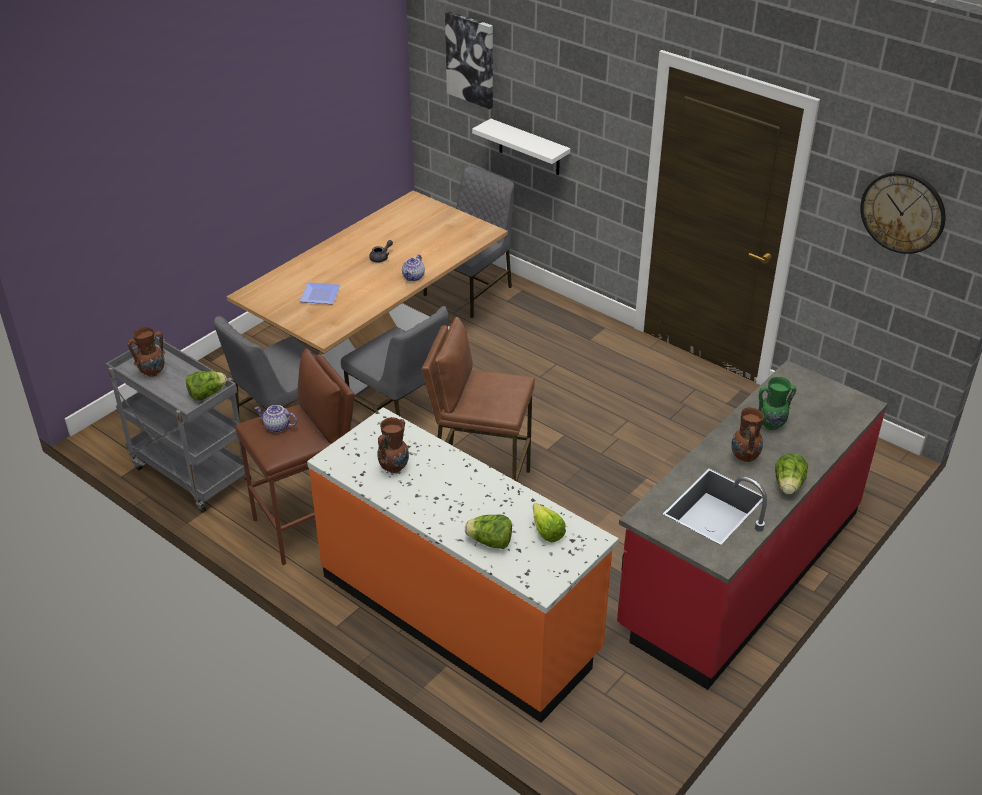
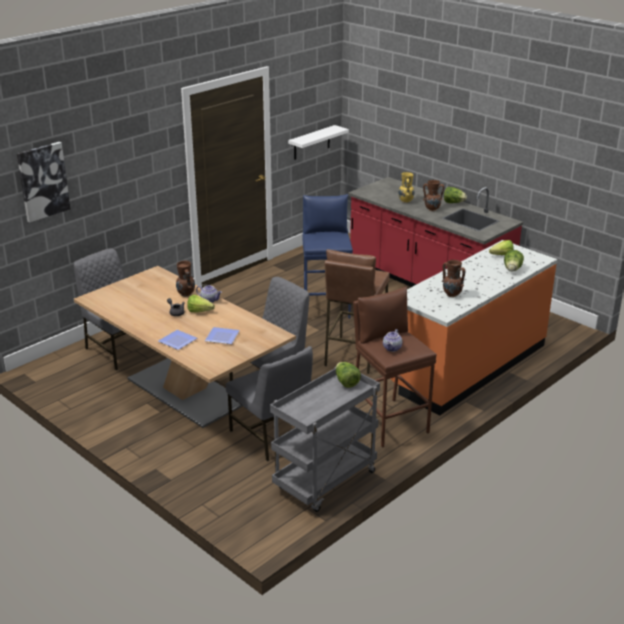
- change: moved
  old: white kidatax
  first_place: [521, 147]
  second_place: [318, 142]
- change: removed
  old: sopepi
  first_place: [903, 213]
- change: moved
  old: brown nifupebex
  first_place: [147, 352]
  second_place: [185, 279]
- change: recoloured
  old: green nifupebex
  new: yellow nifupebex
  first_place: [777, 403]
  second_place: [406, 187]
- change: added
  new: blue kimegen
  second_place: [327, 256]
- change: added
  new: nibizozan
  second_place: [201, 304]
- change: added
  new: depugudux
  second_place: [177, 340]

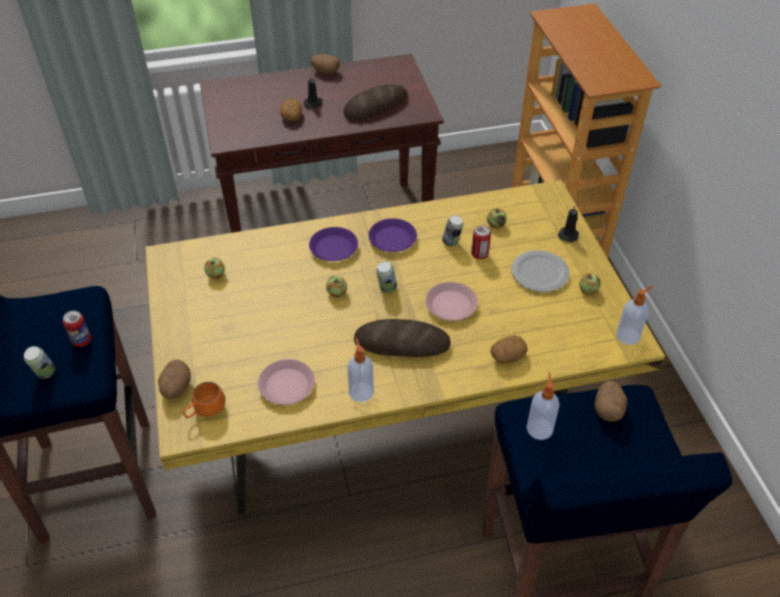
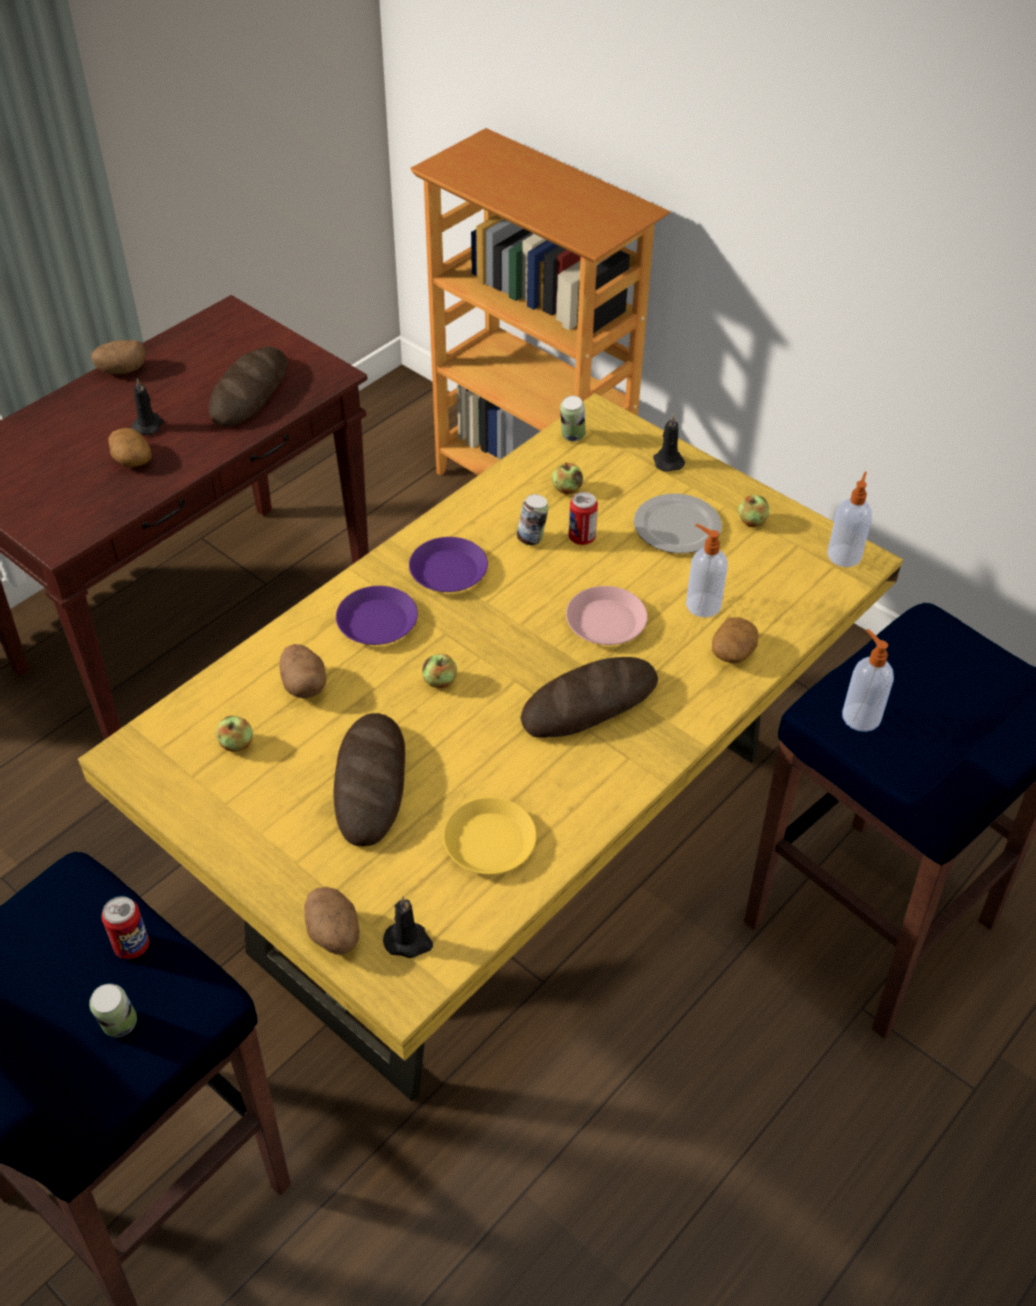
- change: moved
  old: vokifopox
  first_place: [386, 277]
  second_place: [573, 419]
- change: moved
  old: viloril
  first_place: [360, 369]
  second_place: [707, 571]
- change: recoloured
  old: pink depugudux
  new: yellow depugudux
  first_place: [286, 382]
  second_place: [490, 836]
- change: moved
  old: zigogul
  first_place: [611, 401]
  second_place: [302, 671]
- change: replaced
  old: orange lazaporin
  new: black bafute
  first_place: [204, 400]
  second_place: [408, 927]
- change: added
  new: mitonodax
  second_place: [369, 780]

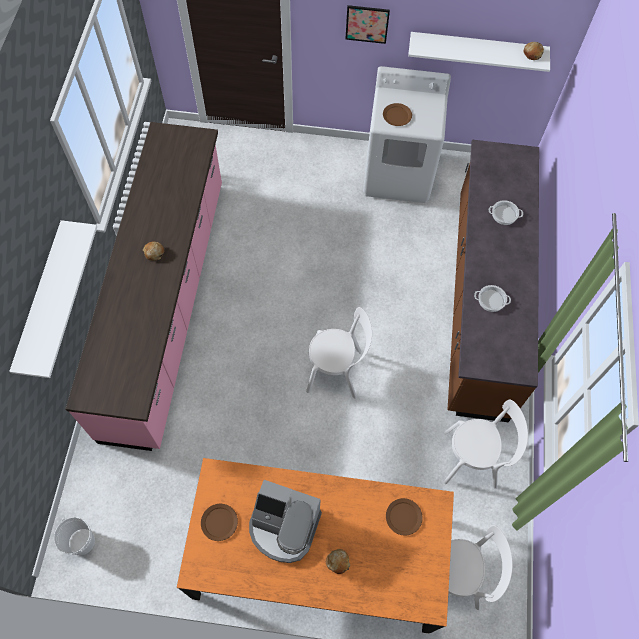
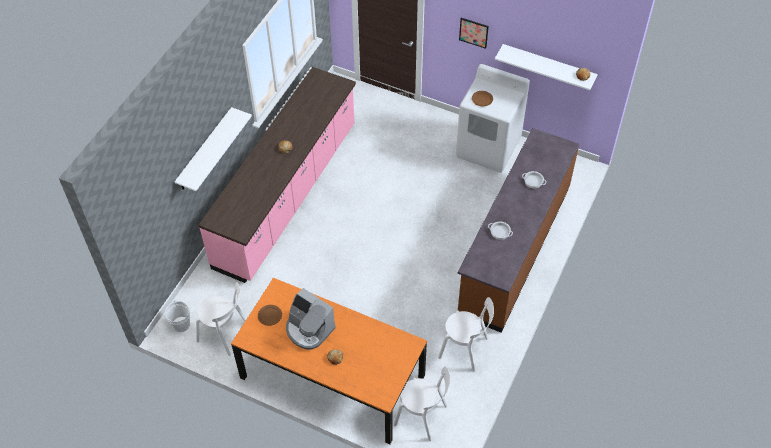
- change: moved
  old: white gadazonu
  first_place: [339, 353]
  second_place: [221, 319]
- change: removed
  old: brown depugudux
  first_place: [404, 517]

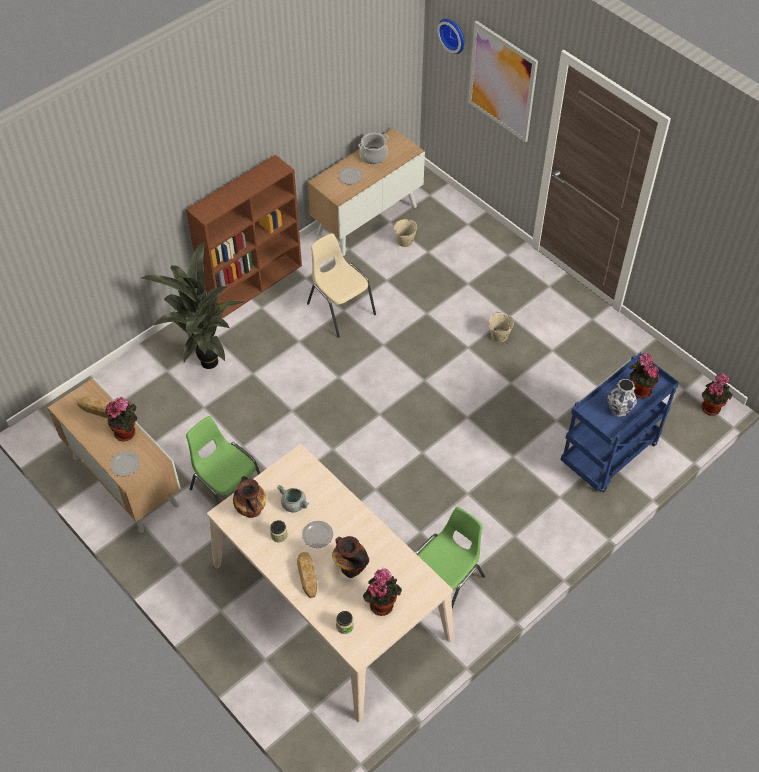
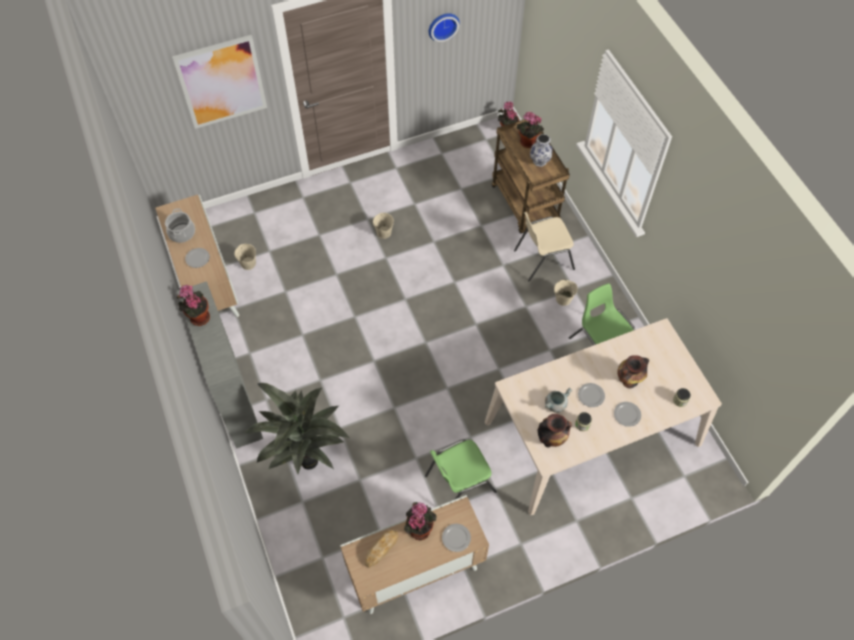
- change: moved
  old: sopepi
  first_place: [450, 36]
  second_place: [444, 27]
- change: recoloured
  old: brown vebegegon
  new: grey vebegegon
  first_place: [244, 237]
  second_place: [220, 365]
- change: moved
  old: beige gadazonu
  first_place: [341, 285]
  second_place: [544, 246]
- change: recoloured
  old: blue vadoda
  new: brown vadoda
  first_place: [619, 422]
  second_place: [531, 176]
- change: replaced
  old: mitonodax
  new: depugudux
  first_place: [307, 575]
  second_place: [627, 414]
- change: moved
  old: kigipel
  first_place: [382, 592]
  second_place: [193, 305]
- change: added
  new: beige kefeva
  second_place: [566, 293]

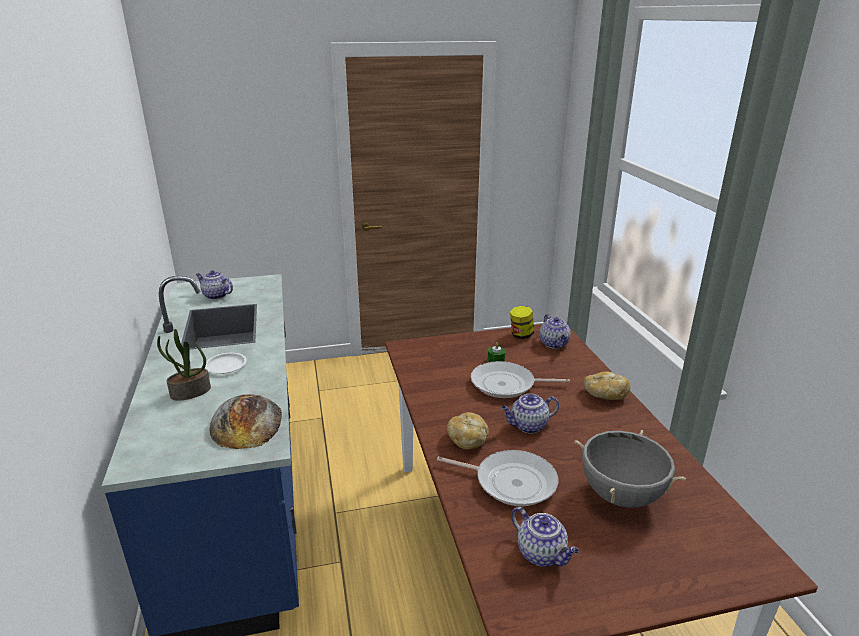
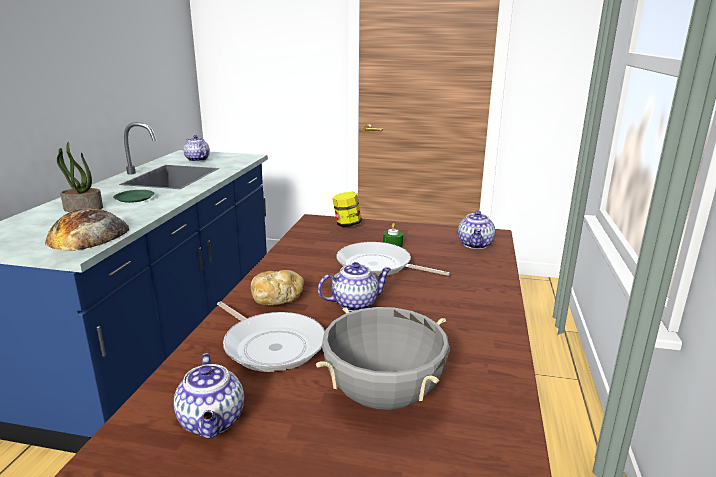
- change: moved
  old: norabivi
  first_place: [522, 322]
  second_place: [347, 209]
- change: recoloured
  old: white depugudux
  new: green depugudux
  first_place: [226, 363]
  second_place: [134, 196]
- change: removed
  old: mitonodax
  first_place: [607, 386]
- change: turned
  old: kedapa
  first_place: [530, 414]
  second_place: [354, 286]
  degrees: 150

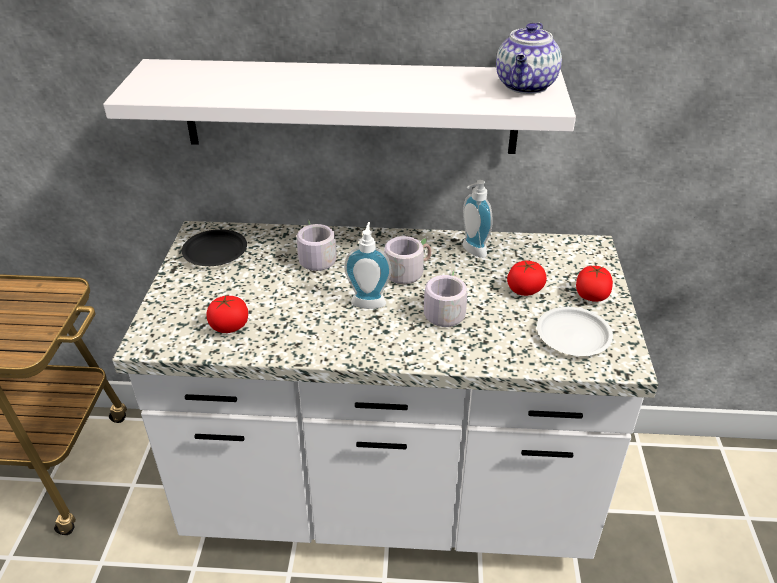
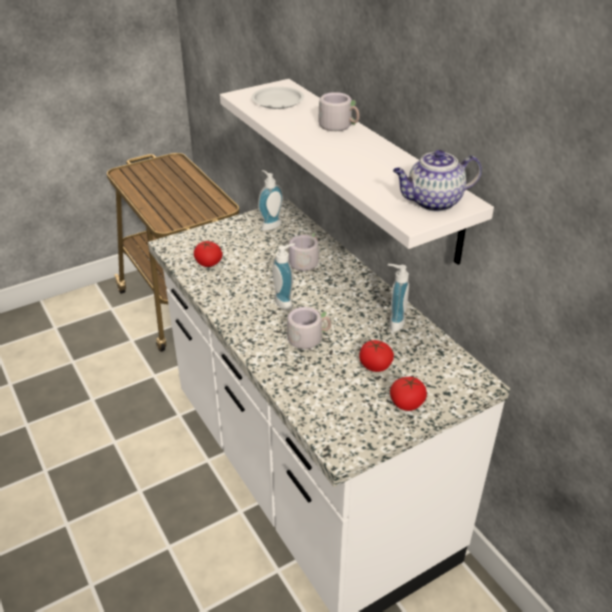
- change: replaced
  old: black depugudux
  new: viloril
  first_place: [214, 247]
  second_place: [270, 200]
- change: moved
  old: grey lazaporin
  first_place: [407, 260]
  second_place: [339, 111]
- change: moved
  old: white depugudux
  first_place: [575, 331]
  second_place: [278, 98]

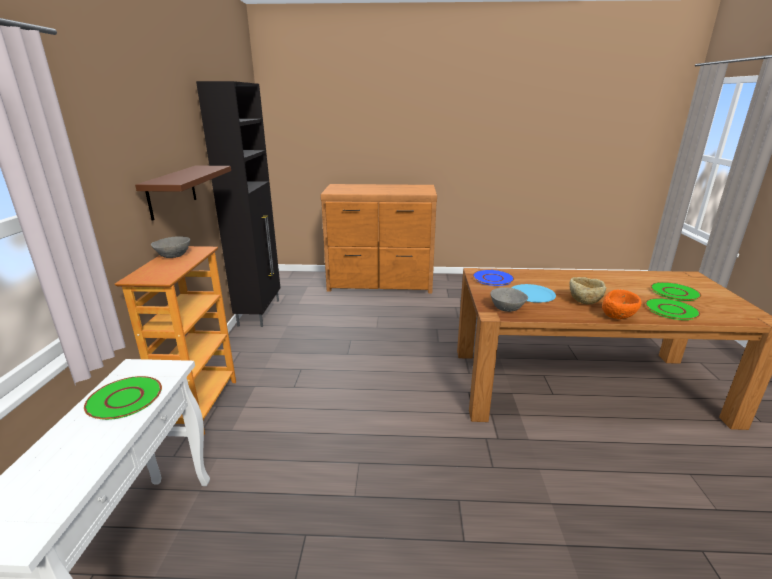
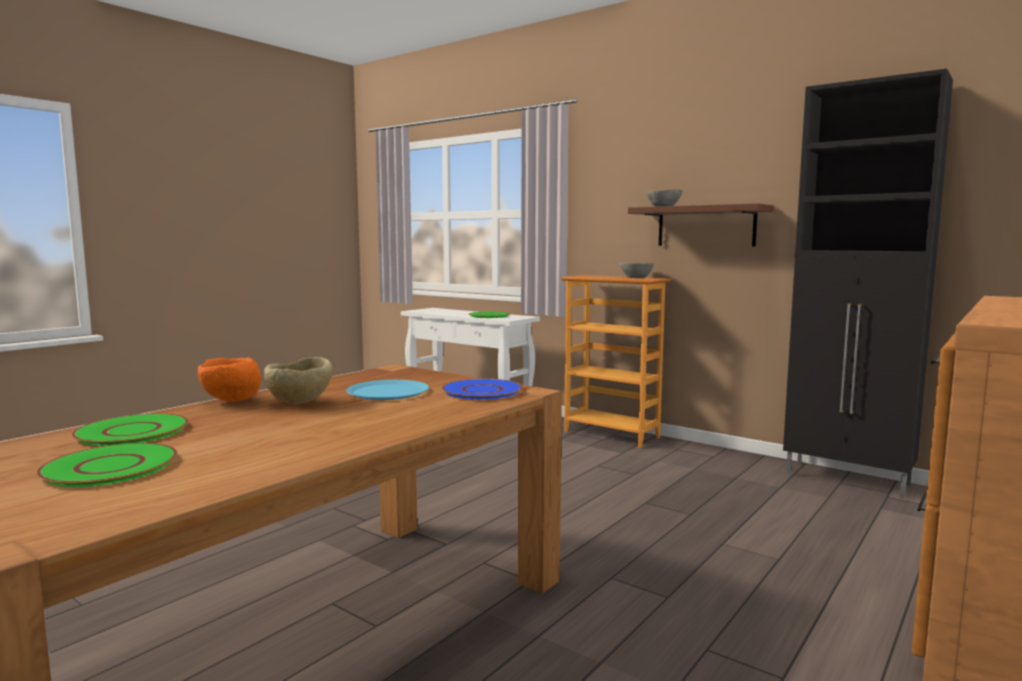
- change: moved
  old: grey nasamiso
  first_place: [509, 299]
  second_place: [664, 198]

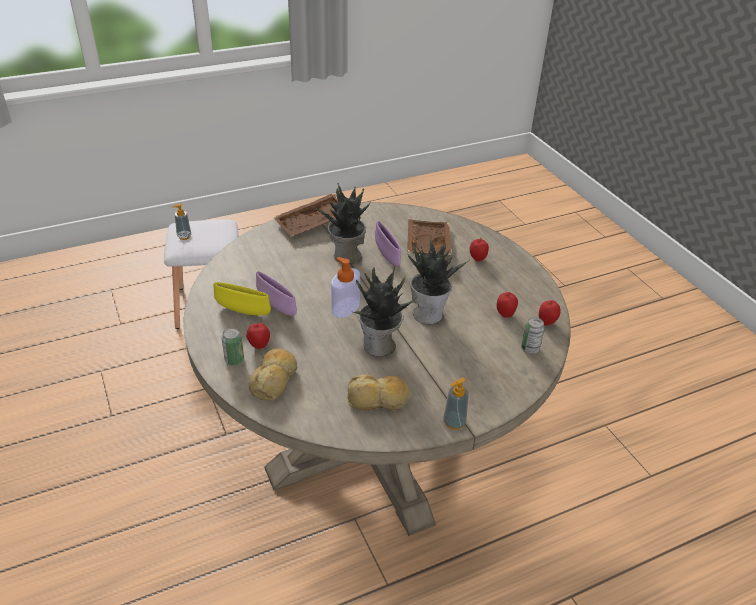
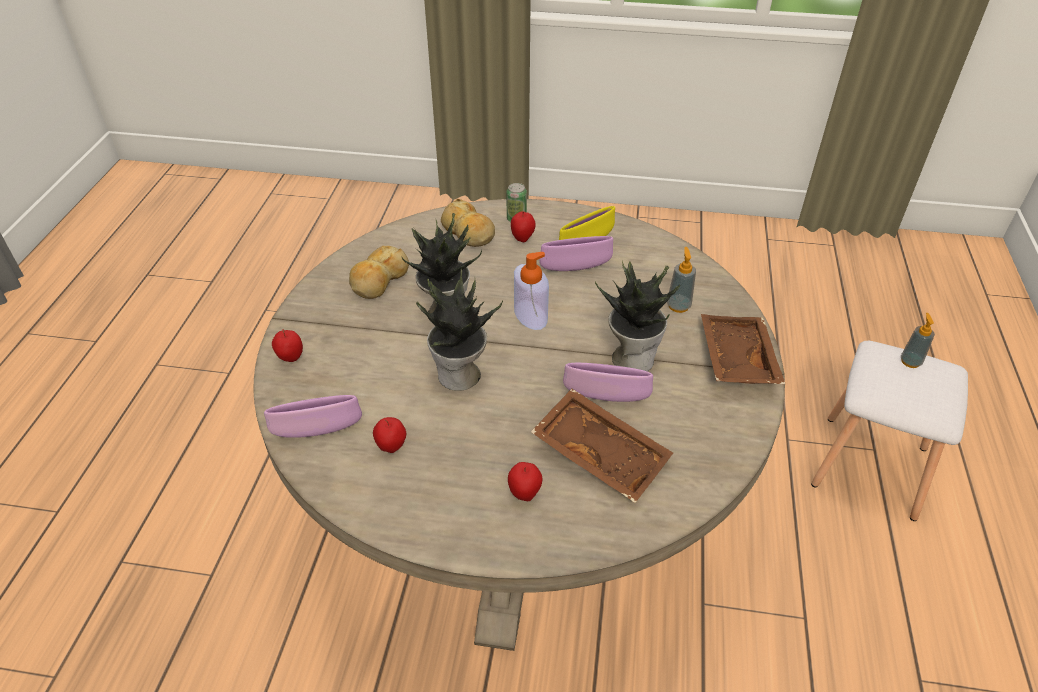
- change: moved
  old: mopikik
  first_place: [550, 313]
  second_place: [287, 345]
- change: replaced
  old: vokifopox
  new: purple nasamiso
  first_place: [533, 335]
  second_place: [313, 416]
- change: moved
  old: viloril
  first_place: [456, 403]
  second_place: [681, 280]

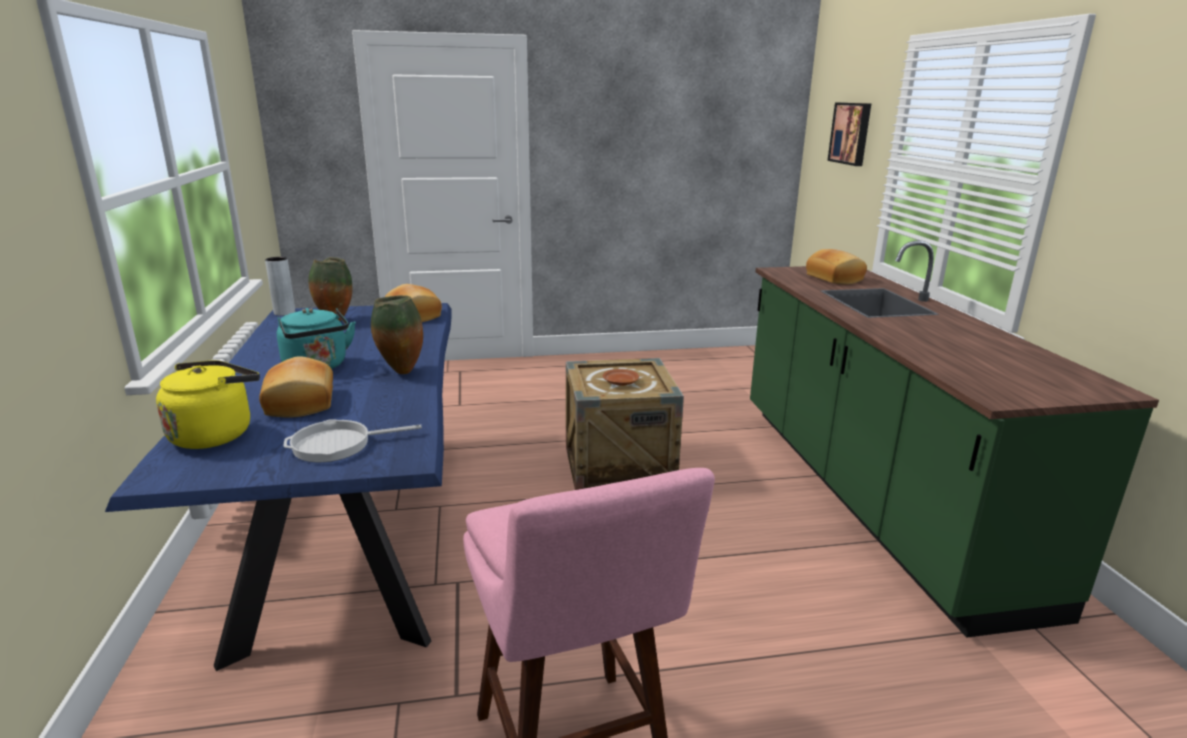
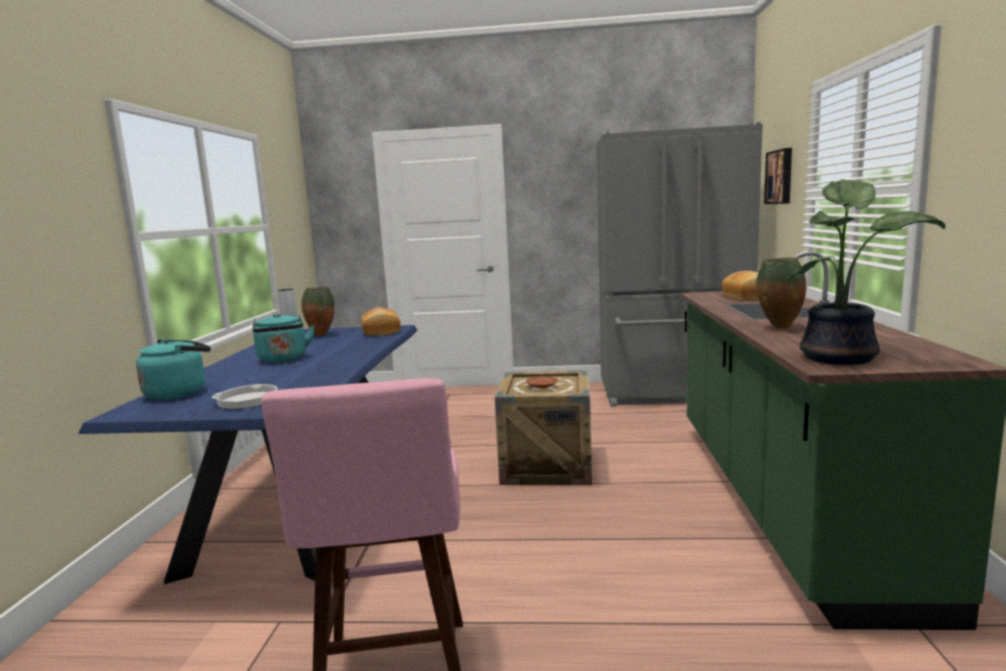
- change: moved
  old: nifupebex
  first_place: [397, 334]
  second_place: [781, 293]
- change: removed
  old: mitonodax
  first_place: [296, 386]
- change: recoloured
  old: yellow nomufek
  new: turquoise nomufek
  first_place: [208, 404]
  second_place: [173, 369]
- change: added
  new: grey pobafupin
  second_place: [680, 264]
- change: added
  new: kigipel
  second_place: [865, 272]

